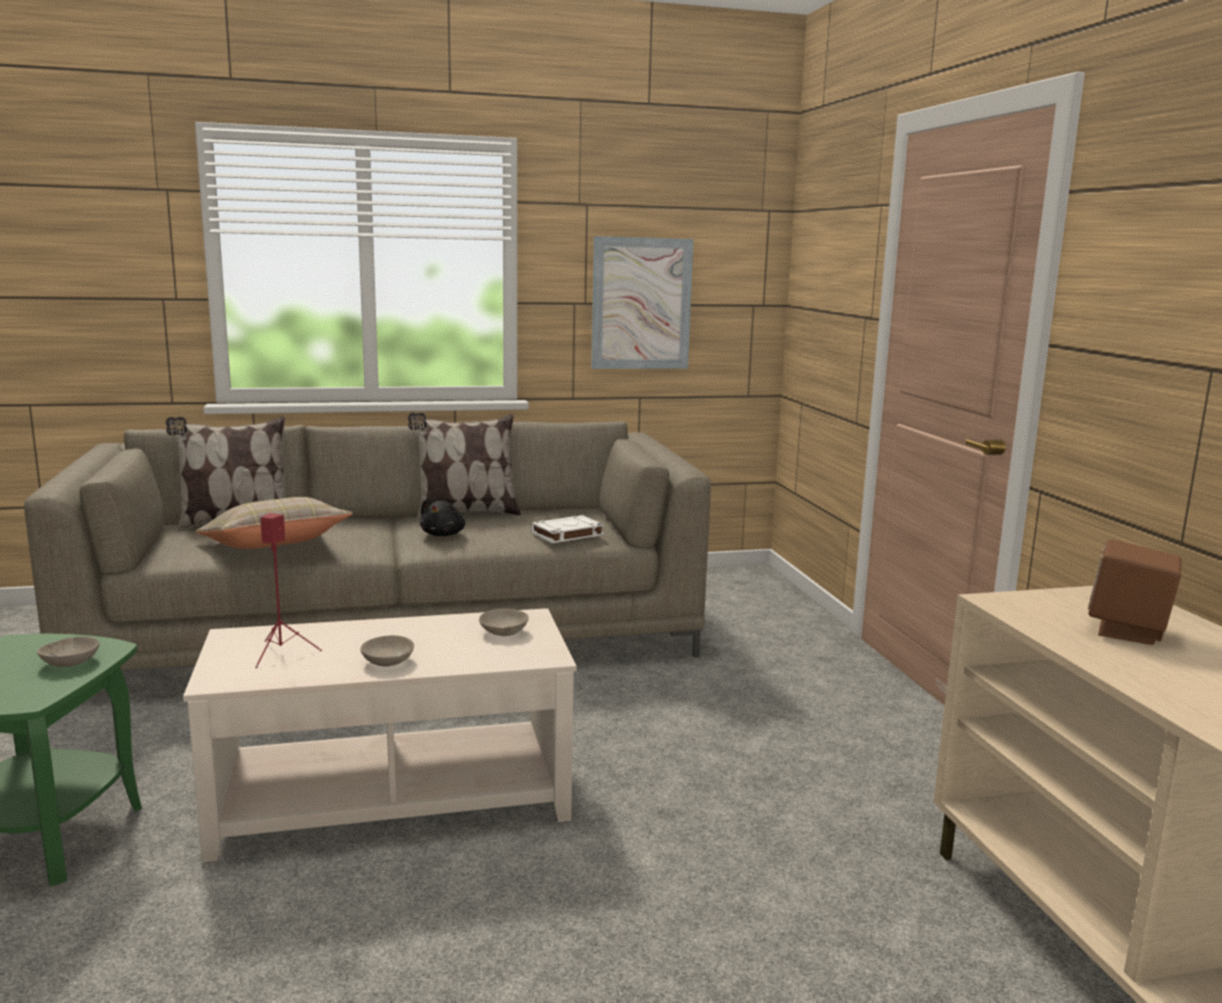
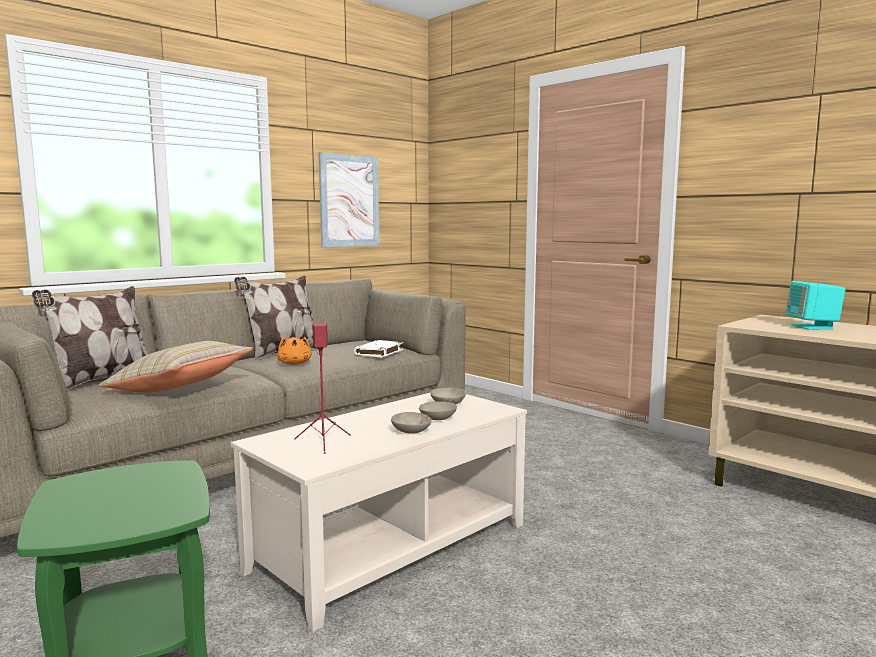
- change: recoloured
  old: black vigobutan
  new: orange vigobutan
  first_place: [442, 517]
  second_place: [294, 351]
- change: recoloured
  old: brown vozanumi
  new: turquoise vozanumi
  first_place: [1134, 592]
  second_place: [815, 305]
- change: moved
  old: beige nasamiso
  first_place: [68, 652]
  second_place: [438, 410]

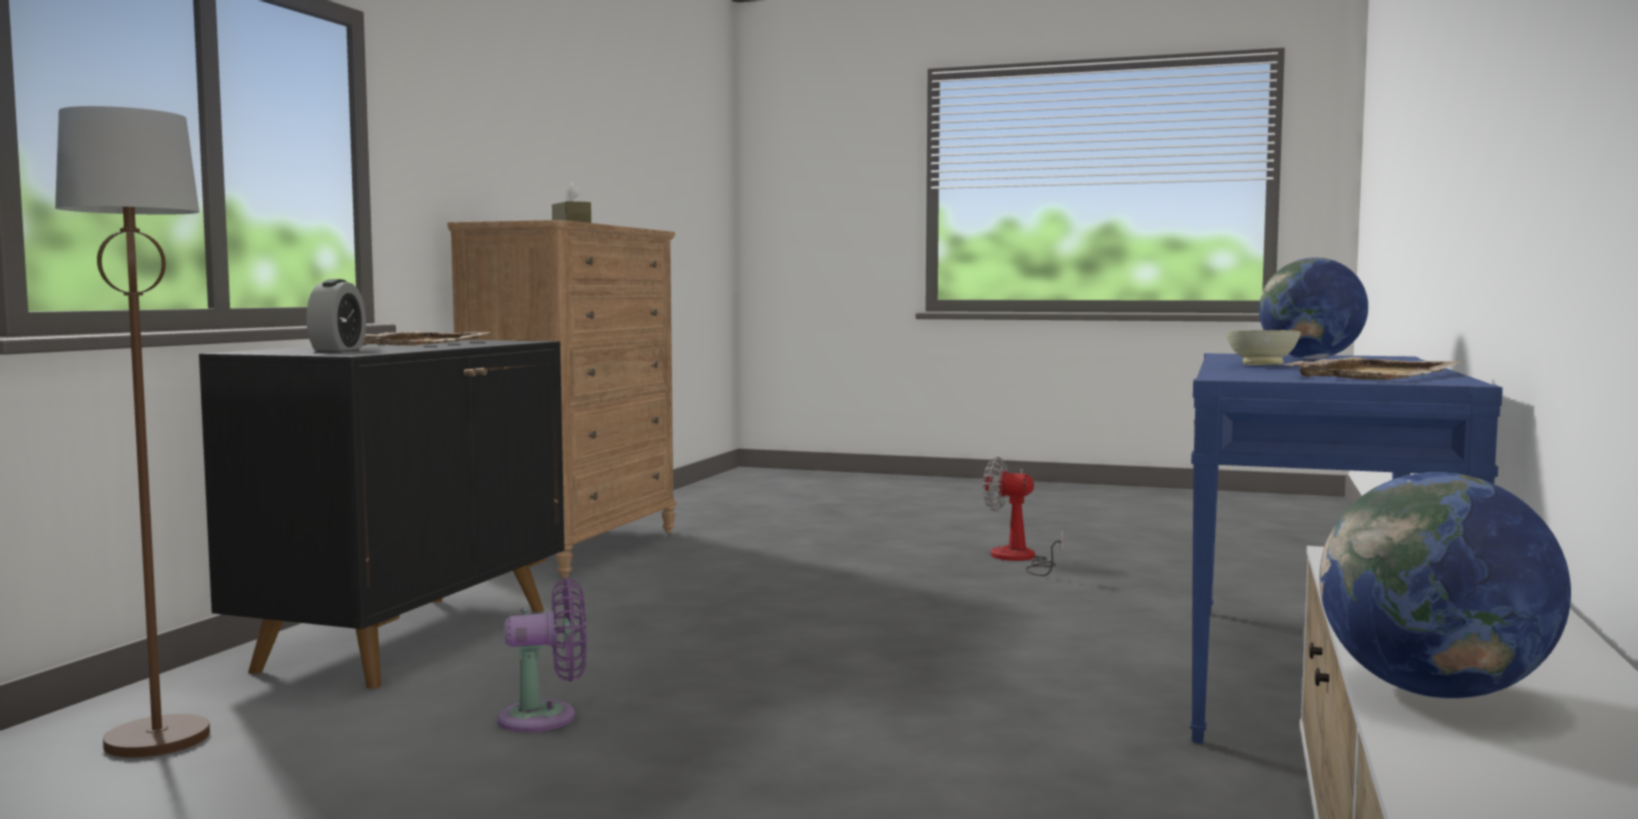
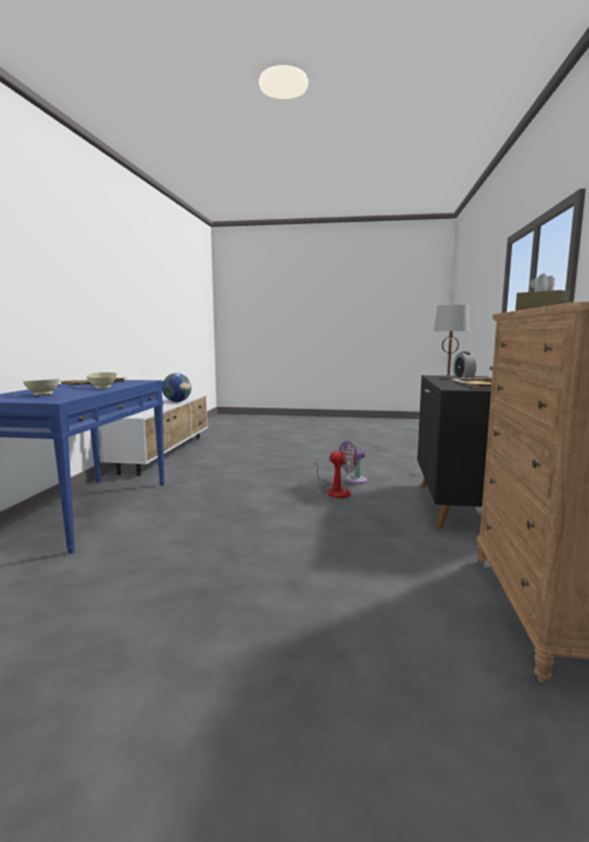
- change: replaced
  old: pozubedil
  new: beige nasamiso
  first_place: [1313, 308]
  second_place: [41, 387]
- change: moved
  old: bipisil
  first_place: [1023, 516]
  second_place: [334, 471]

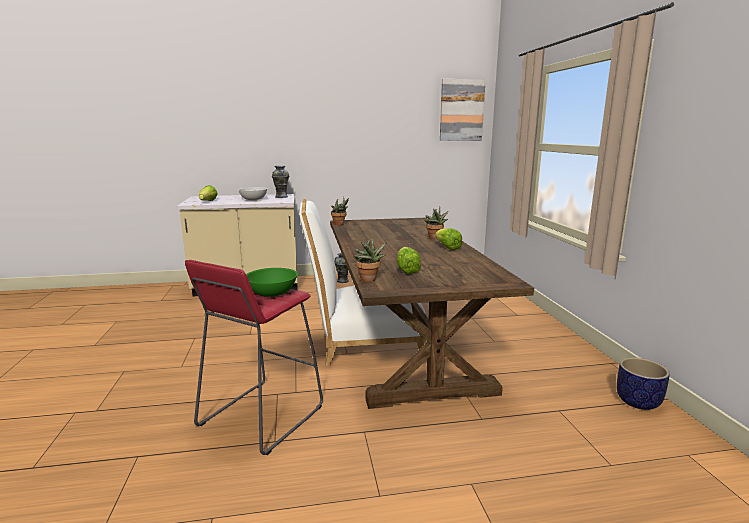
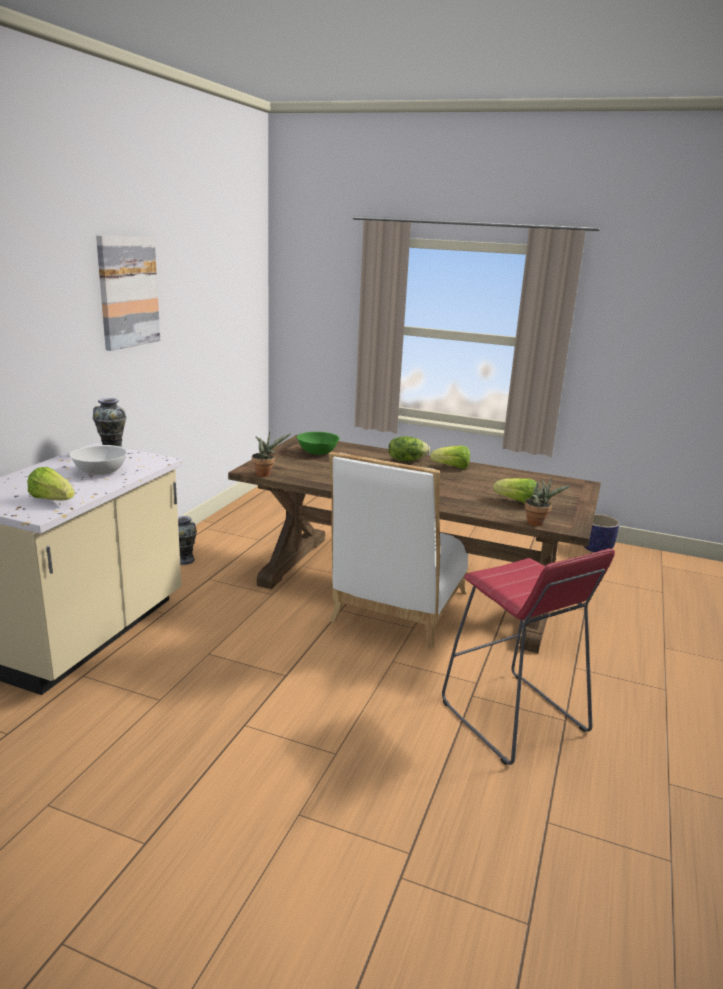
- change: moved
  old: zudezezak
  first_place: [463, 110]
  second_place: [128, 293]
- change: replaced
  old: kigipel
  new: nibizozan
  first_place: [436, 223]
  second_place: [409, 448]
- change: moved
  old: green nasamiso
  first_place: [272, 282]
  second_place: [318, 443]

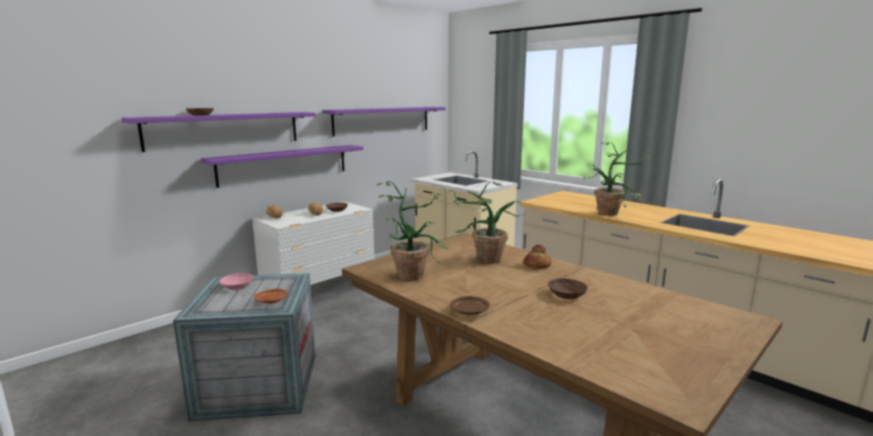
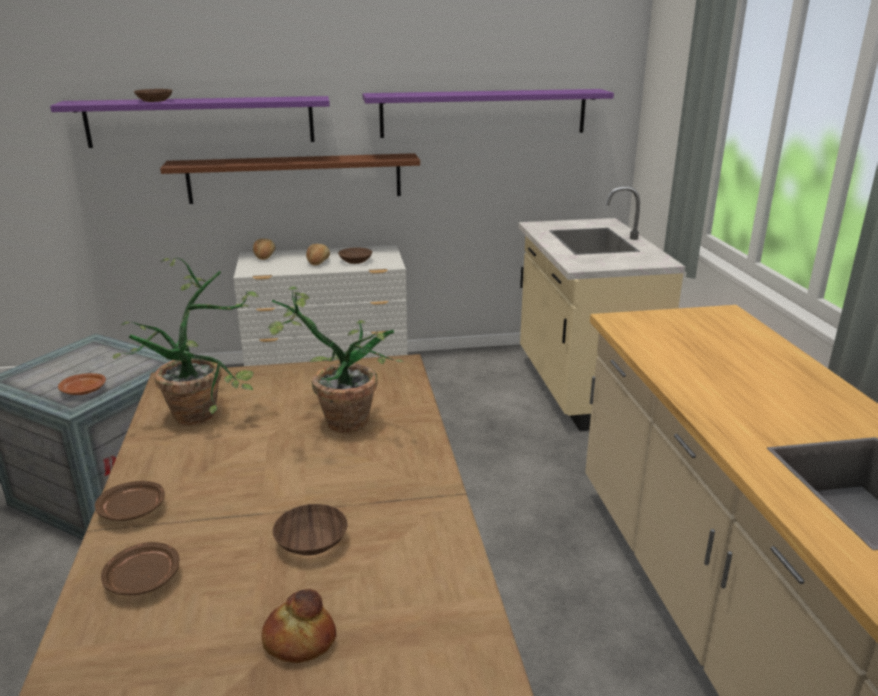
- change: removed
  old: kigipel
  first_place: [616, 179]
- change: recoloured
  old: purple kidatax
  new: brown kidatax
  first_place: [282, 166]
  second_place: [290, 178]
- change: moved
  old: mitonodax
  first_place: [537, 256]
  second_place: [298, 626]
- change: removed
  old: pink nasamiso
  first_place: [236, 281]
- change: added
  new: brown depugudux
  second_place: [140, 568]

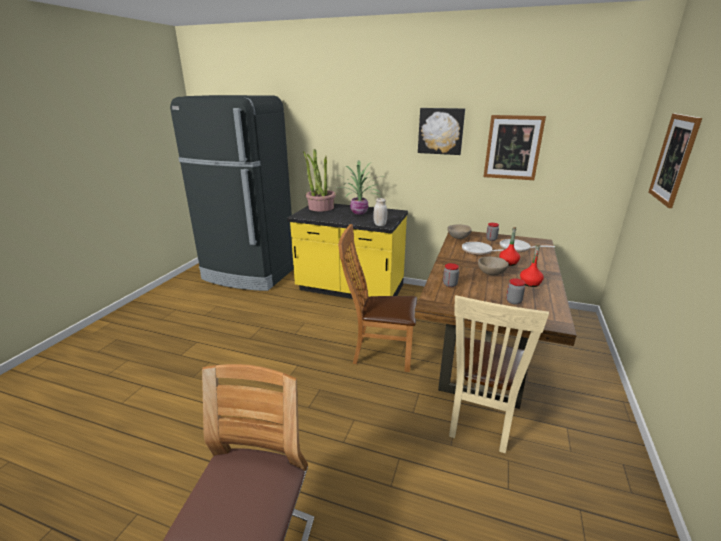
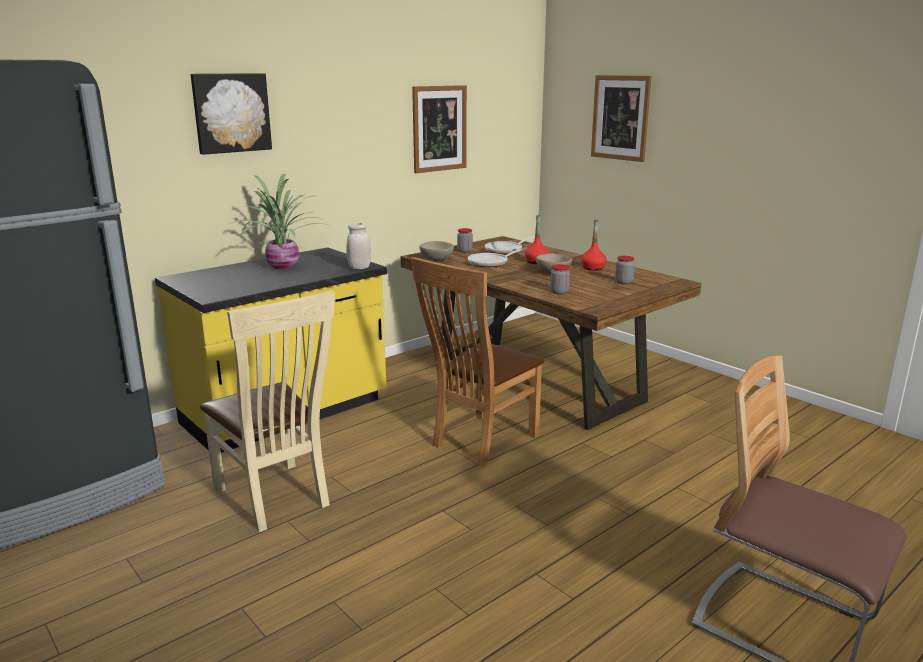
- change: moved
  old: zudezezak
  first_place: [441, 131]
  second_place: [231, 114]
- change: removed
  old: kigipel
  first_place: [319, 180]
- change: moved
  old: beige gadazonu
  first_place: [499, 374]
  second_place: [267, 411]

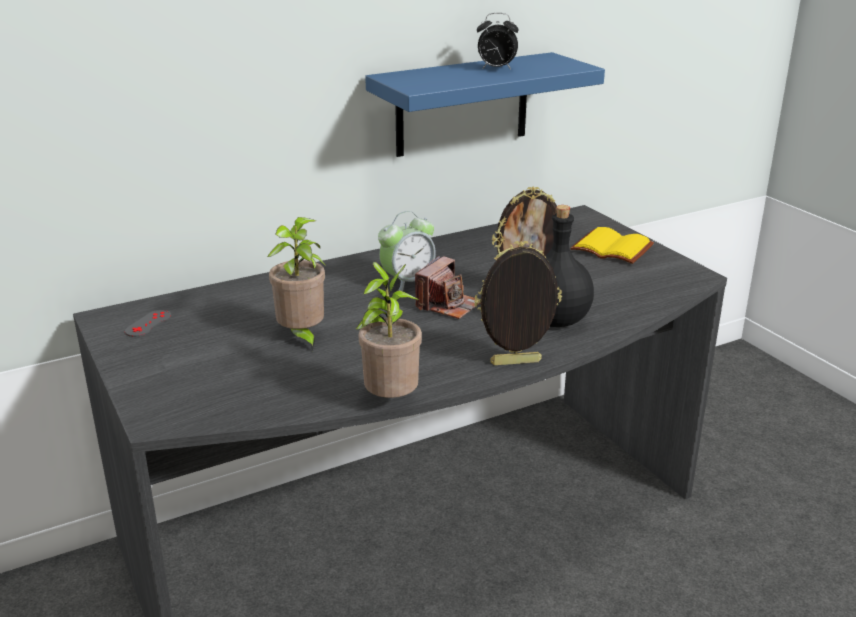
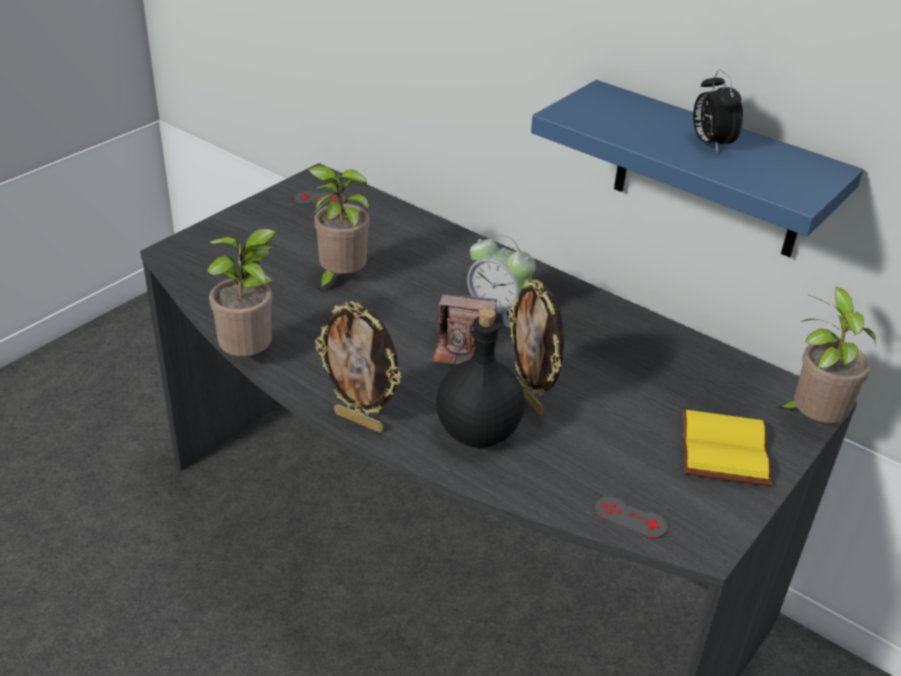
- change: turned
  old: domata
  first_place: [518, 303]
  second_place: [358, 366]
  degrees: 150
- change: added
  new: kigipel
  second_place: [826, 355]
- change: added
  new: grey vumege
  second_place: [631, 517]

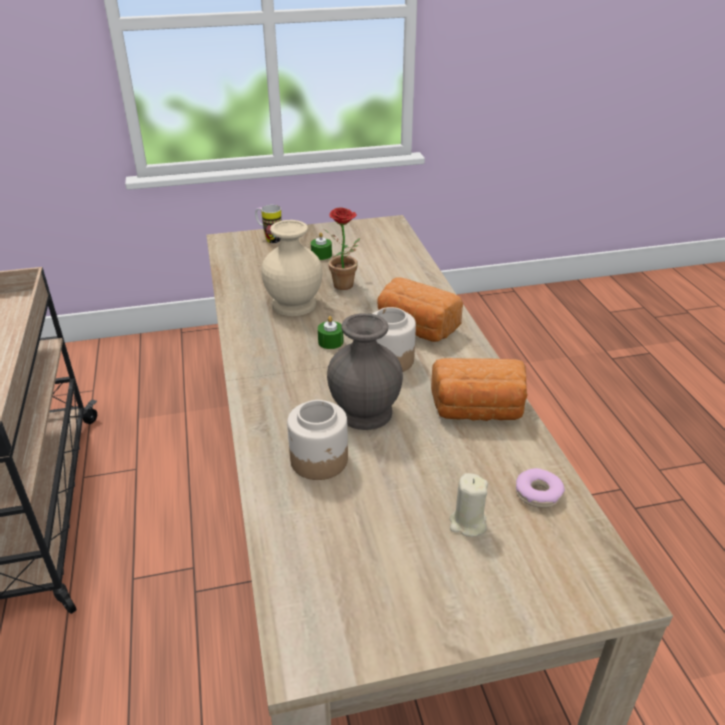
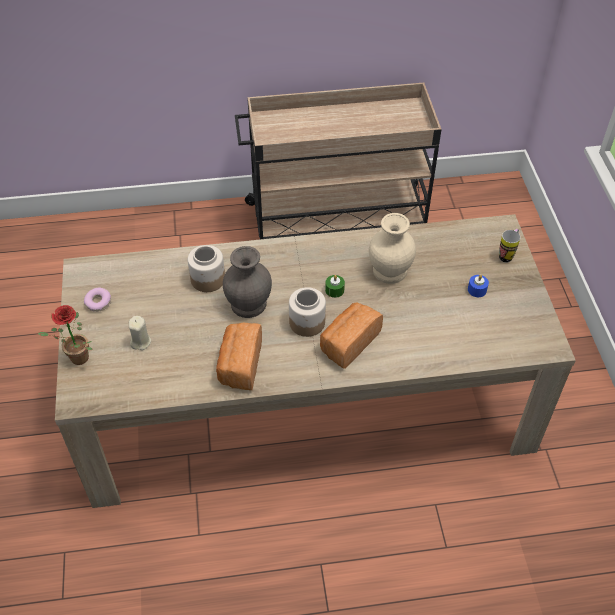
- change: moved
  old: kigipel
  first_place: [342, 248]
  second_place: [64, 335]
- change: recoloured
  old: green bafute
  new: blue bafute
  first_place: [321, 246]
  second_place: [478, 286]
- change: moved
  old: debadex
  first_place: [540, 488]
  second_place: [97, 300]

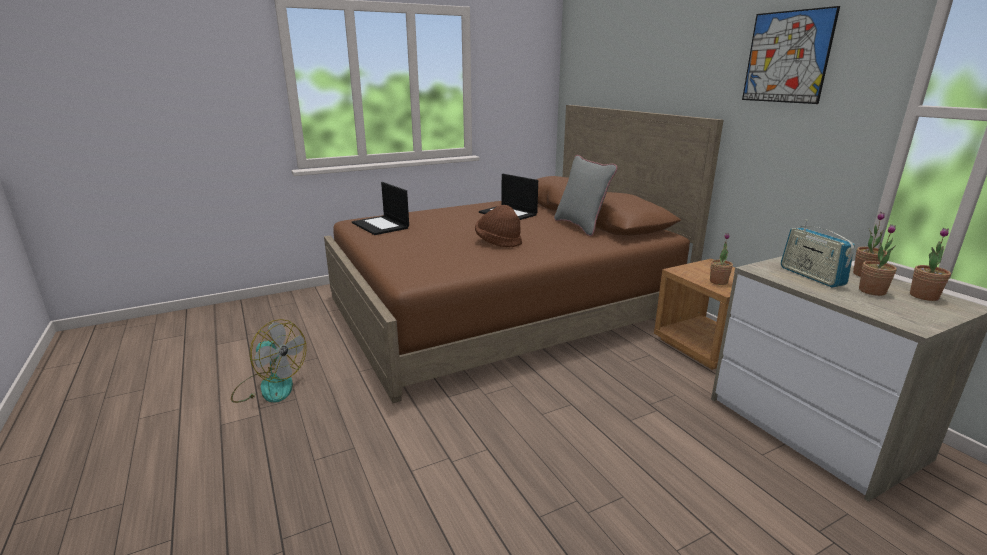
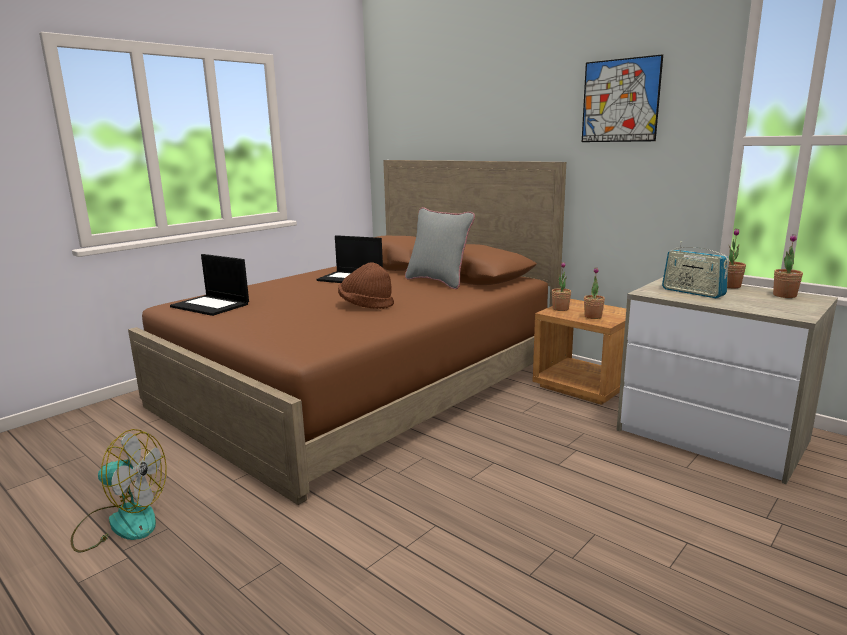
- change: moved
  old: kigipel
  first_place: [878, 260]
  second_place: [561, 286]

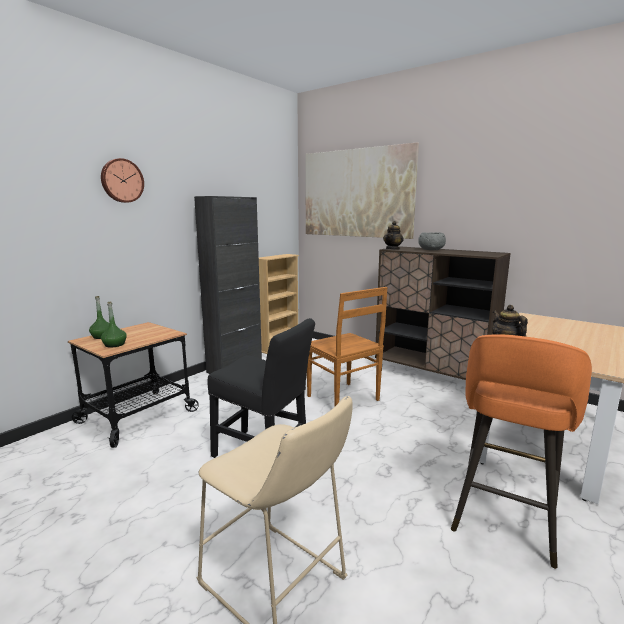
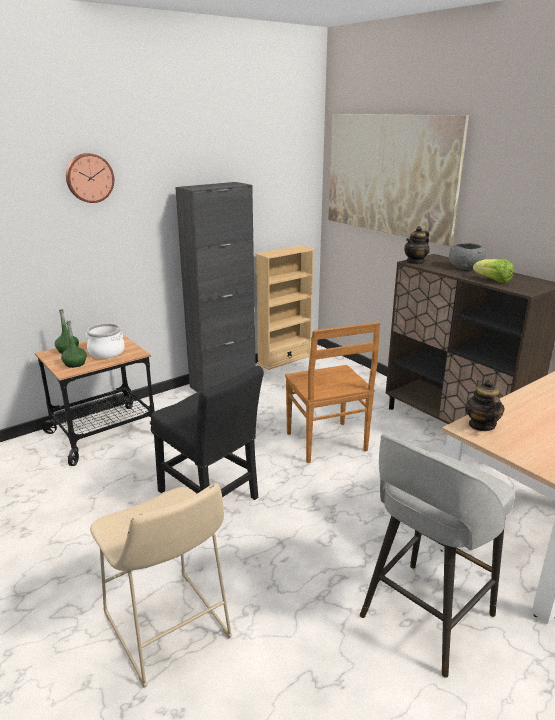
- change: recoloured
  old: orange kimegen
  new: grey kimegen
  first_place: [521, 451]
  second_place: [437, 556]
- change: added
  new: nibizozan
  second_place: [493, 271]
- change: added
  new: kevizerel
  second_place: [105, 341]

